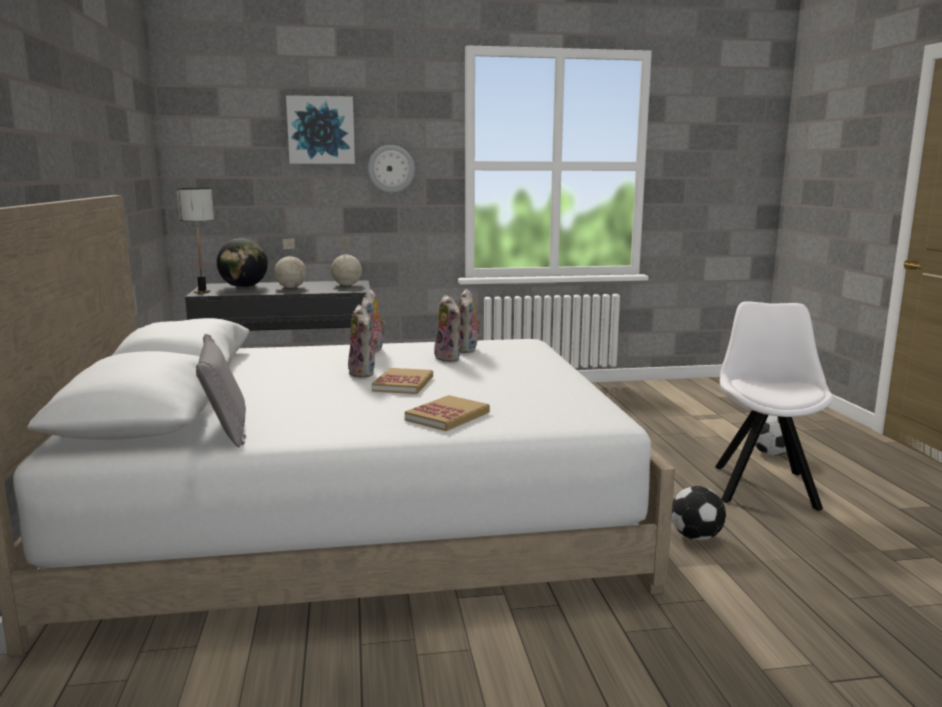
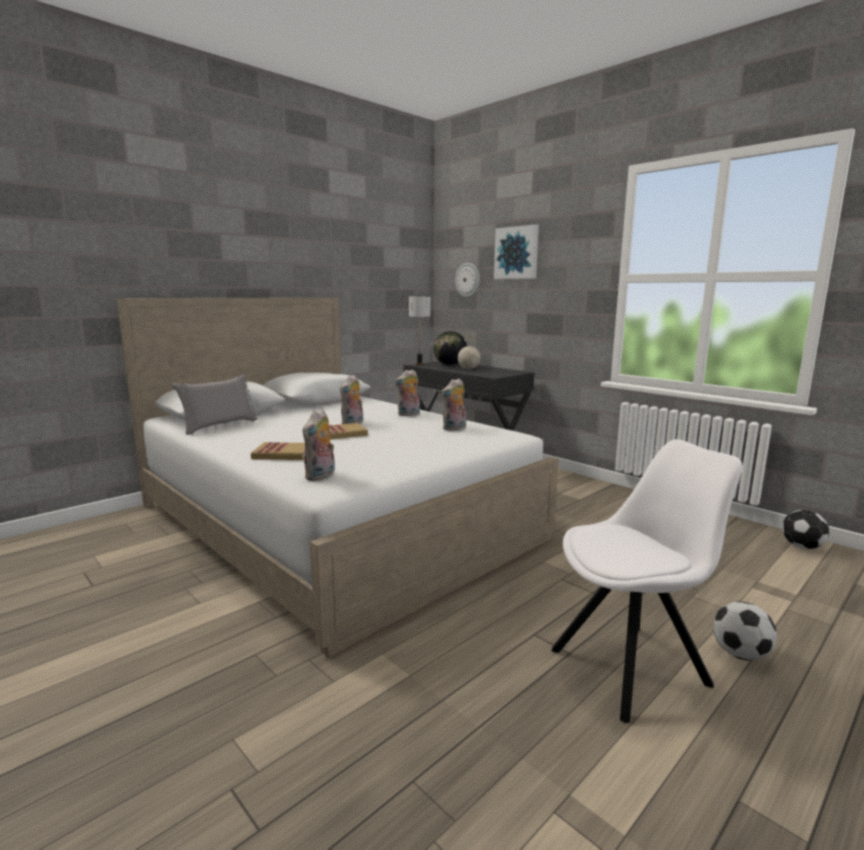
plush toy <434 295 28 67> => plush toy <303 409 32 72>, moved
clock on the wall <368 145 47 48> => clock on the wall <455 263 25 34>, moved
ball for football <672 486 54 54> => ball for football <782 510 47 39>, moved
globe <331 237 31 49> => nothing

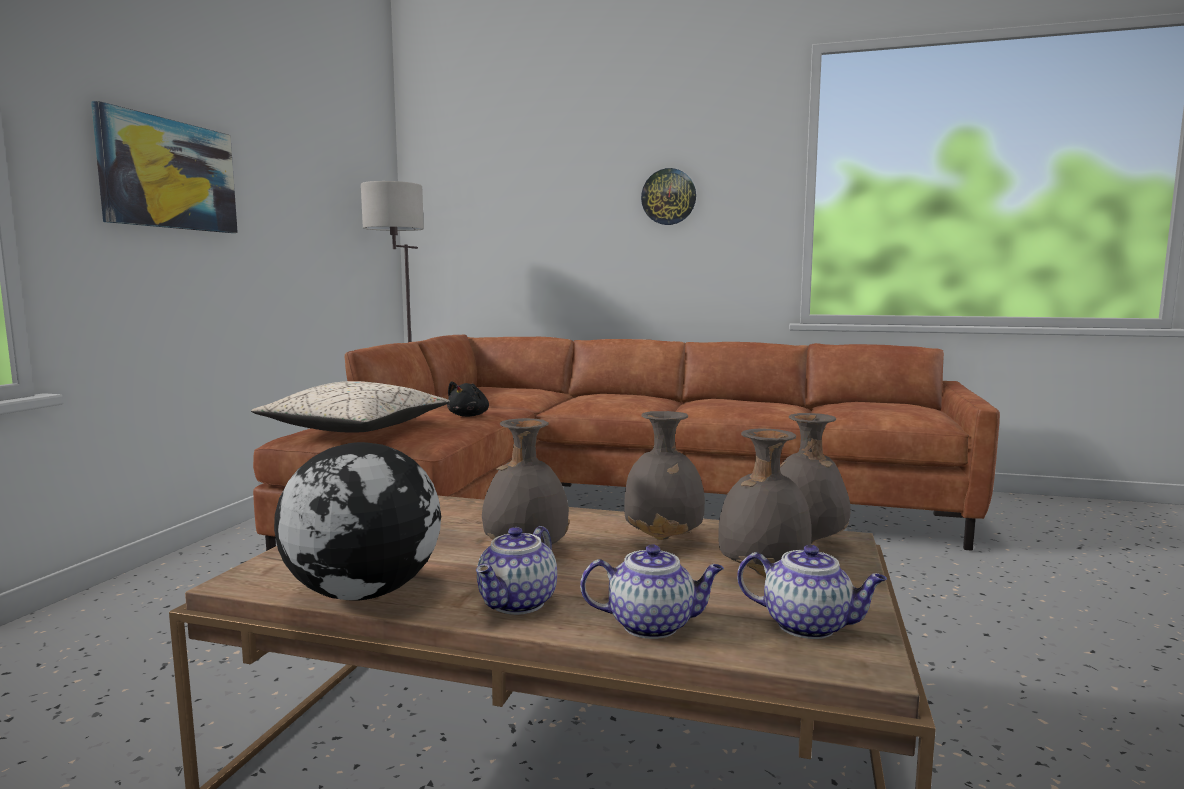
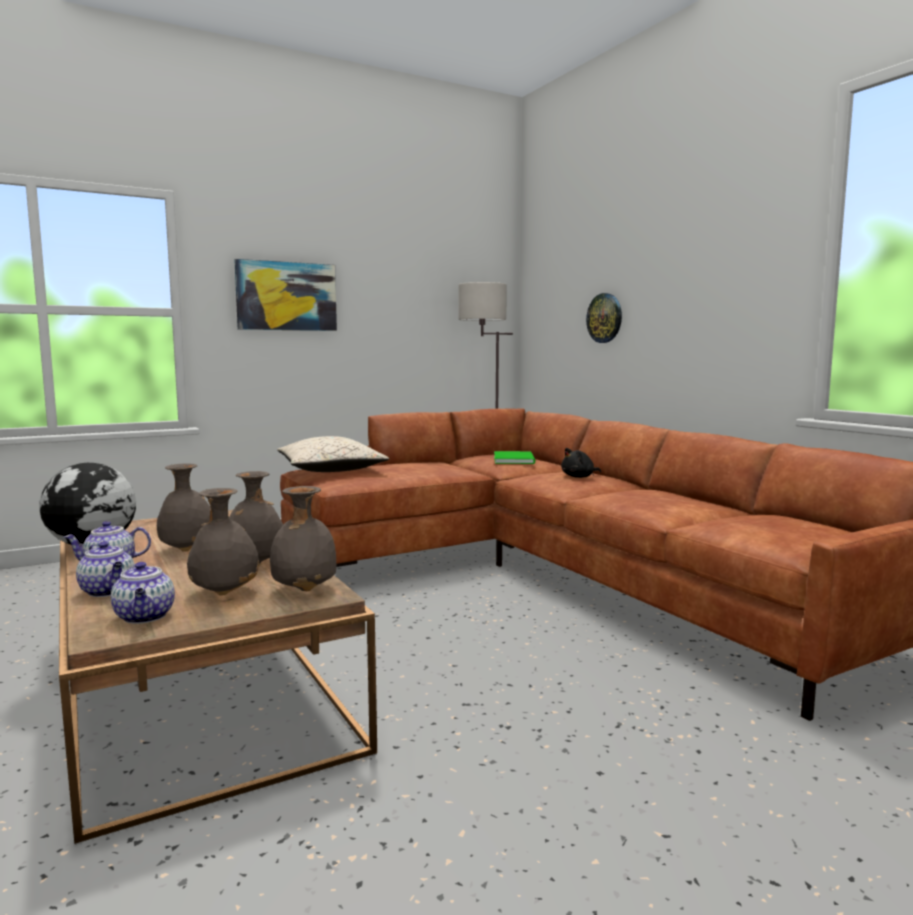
nothing => green-coloured book <494 451 41 13>
black plush toy <447 381 42 36> => black plush toy <561 448 40 30>, moved
clock on the wall <641 168 55 57> => clock on the wall <586 293 36 50>, moved

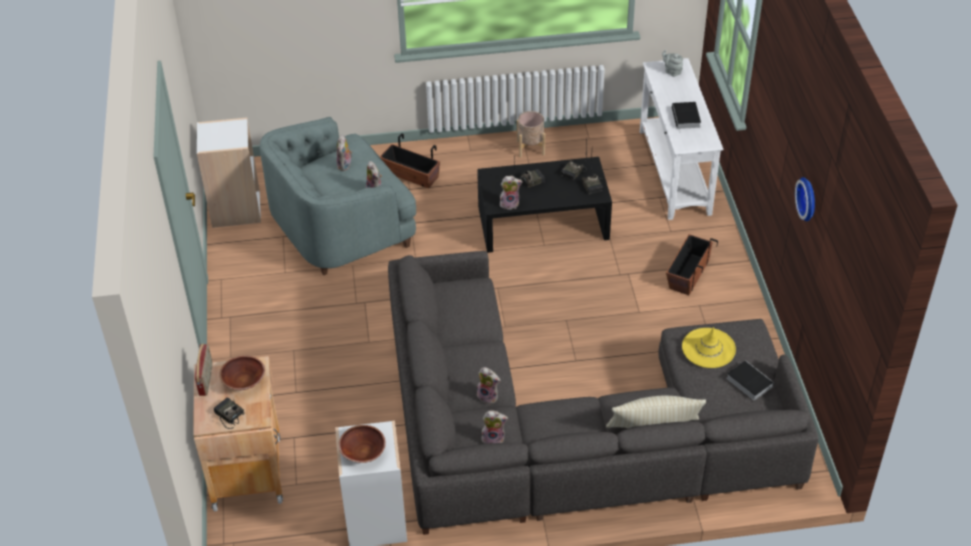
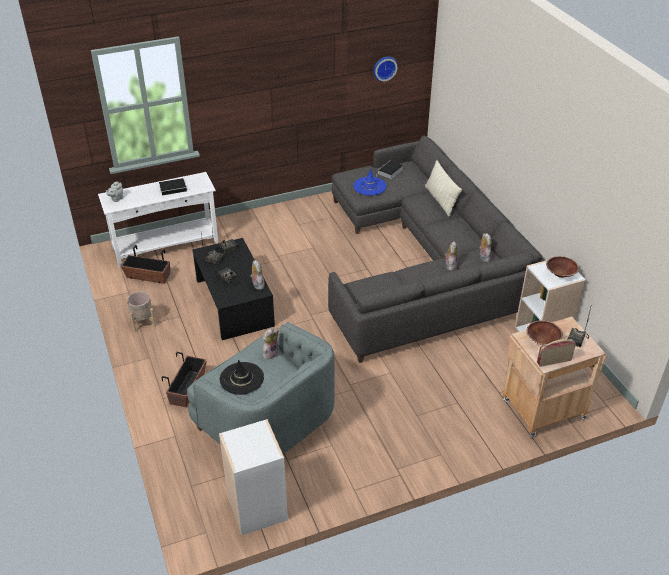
planter <666 234 52 61> => planter <121 245 49 39>, moved
plush toy <337 135 16 36> => black hat <220 360 44 35>
yellowish hat <682 327 54 41> => blue hat <353 169 34 27>
clock on the wall <795 177 20 44> => clock on the wall <373 57 25 25>, moved

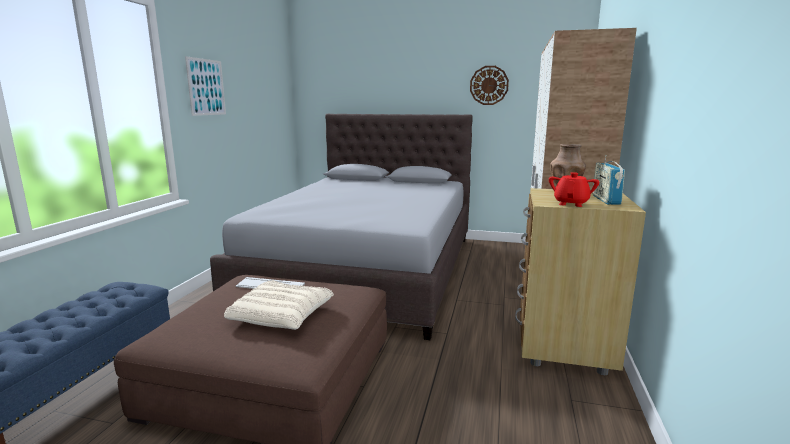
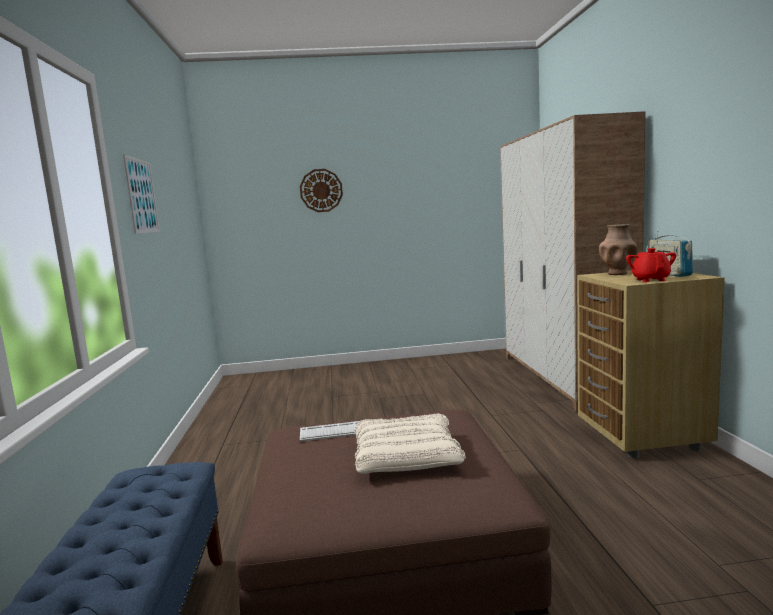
clock on the wall <470 66 39 39> => clock on the wall <300 169 43 43>, moved
greyish bedroom bed <210 114 263 226> => nothing

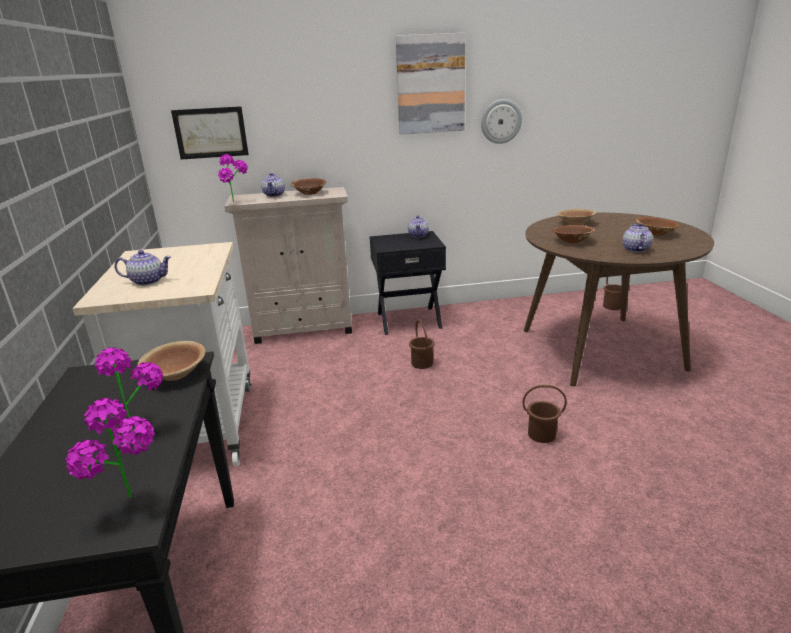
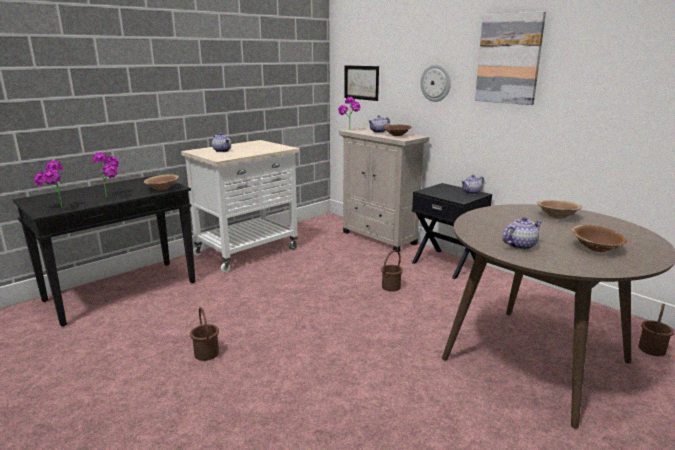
brownish bucket <523 385 44 58> => brownish bucket <190 307 29 54>, moved
clock on the wall <481 99 41 45> => clock on the wall <421 64 30 38>, moved
brownish serving bowl <552 225 43 18> => nothing

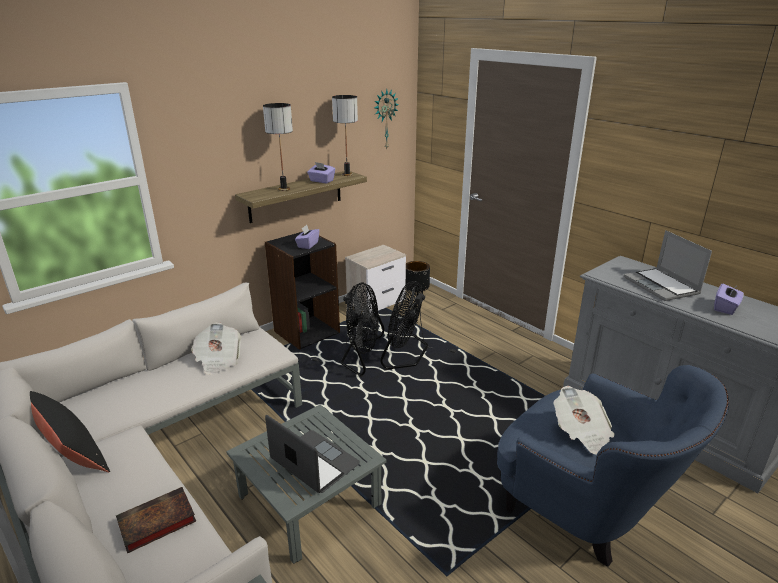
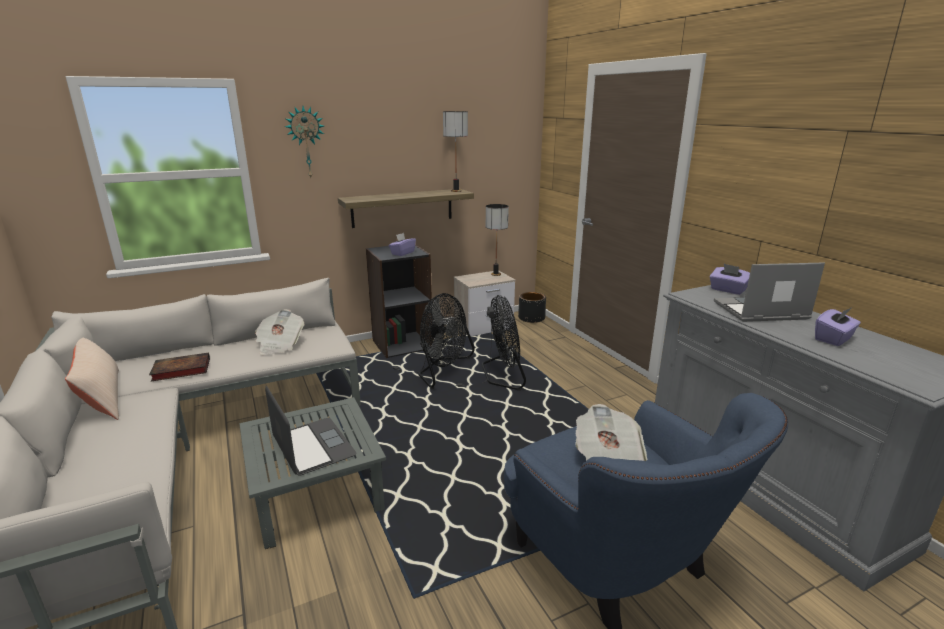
black pillow <30 391 80 82> => beige-coloured pillow <65 338 54 82>
book <116 487 80 67> => book <149 352 61 30>, moved
clock on the wall <374 89 25 60> => clock on the wall <285 106 39 72>, moved
black cooling fan <380 281 76 89> => black cooling fan <456 295 70 96>, 135 degrees clockwise
lamp for a table <263 103 30 88> => lamp for a table <486 204 23 72>, moved
purple-coloured tissue holder <307 162 28 21> => purple-coloured tissue holder <709 264 41 31>, moved
notebook computer <624 230 88 71> => notebook computer <714 262 111 60>, 90 degrees clockwise

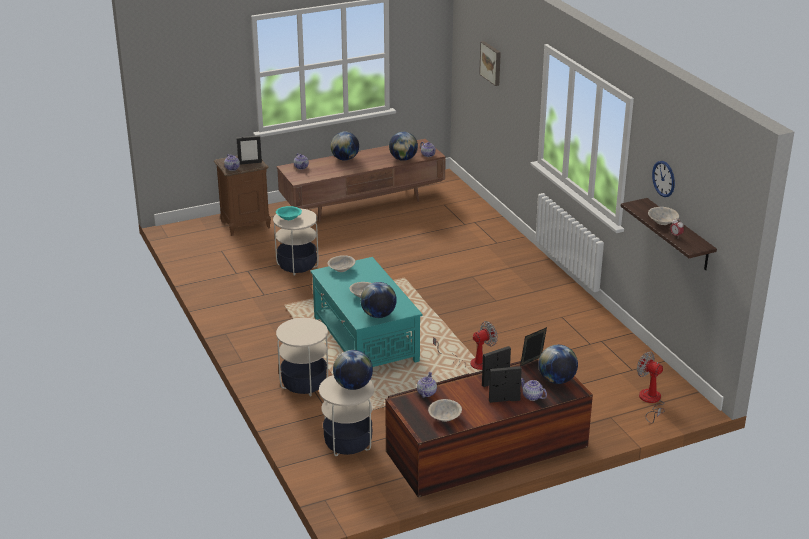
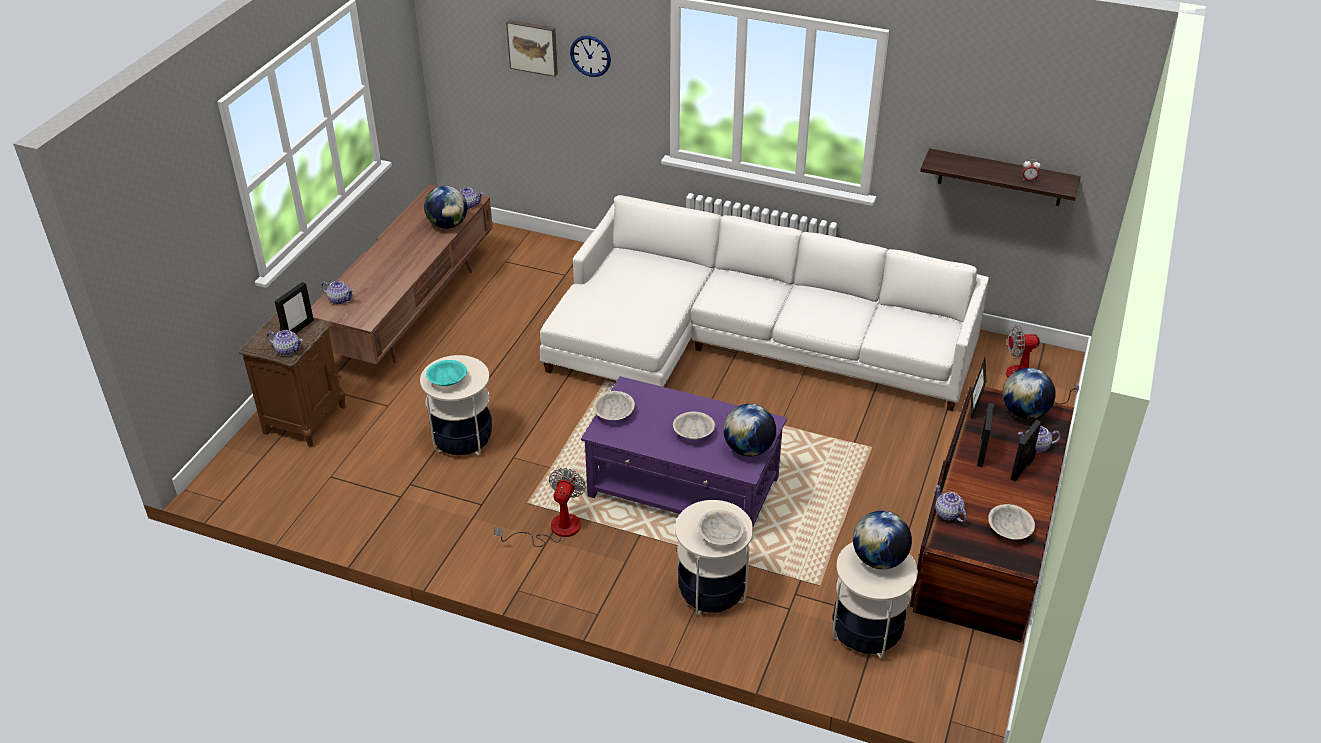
cooling fan <433 321 65 49> => cooling fan <494 468 92 79>, moved
nothing => white-coloured settee <540 195 449 216>
clock on the wall <652 161 23 36> => clock on the wall <570 36 41 41>, moved
turquoise coffee table <310 257 112 110> => purple-coloured coffee table <581 376 206 150>
beige-coloured serving bowl <648 207 31 18> => beige-coloured serving bowl <697 510 47 35>, moved
globe <330 132 29 29> => nothing

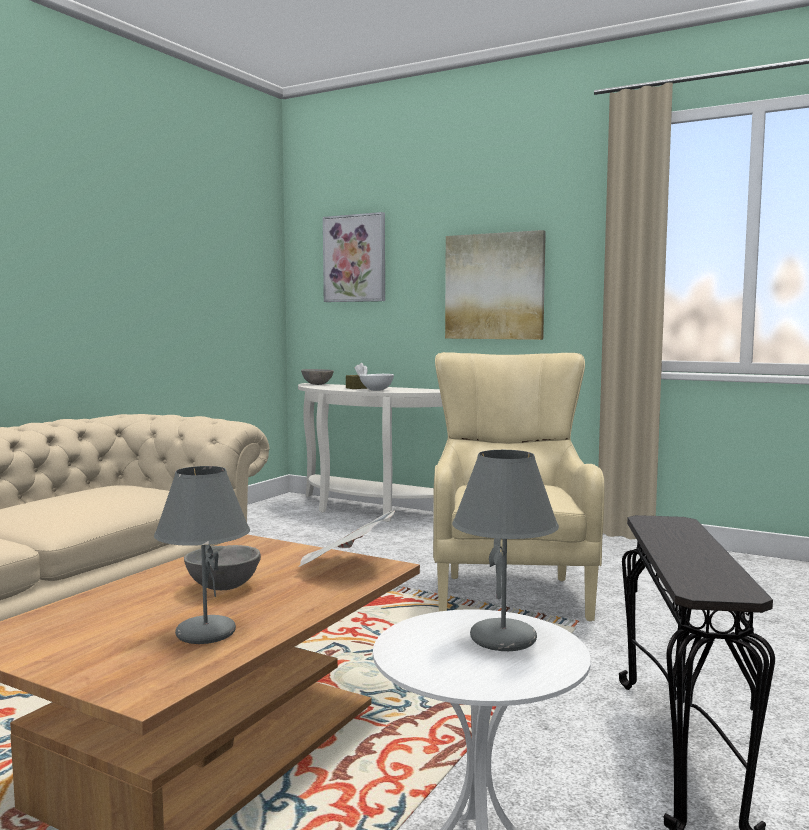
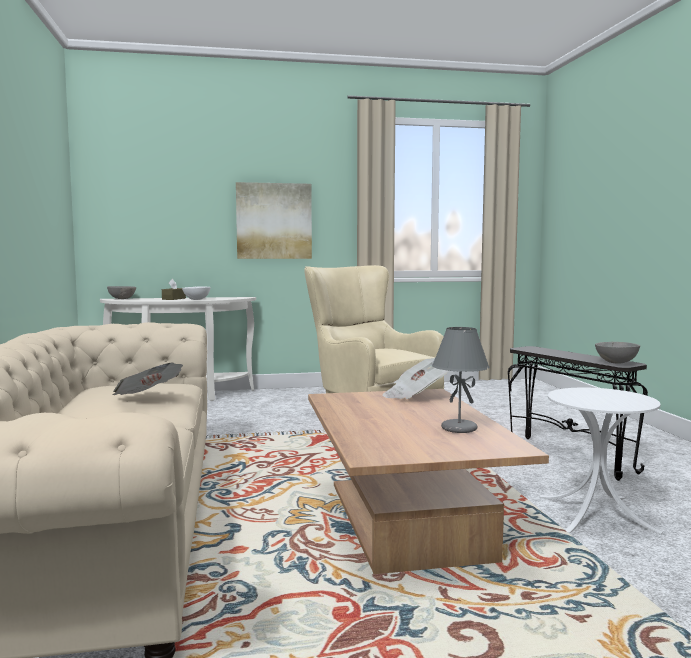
nothing => newspaper <112 363 71 32>
greyish serving bowl <184 545 77 45> => greyish serving bowl <595 342 45 22>, moved
wall art <323 212 62 90> => nothing
greyish lamp for a table <452 450 107 201> => nothing

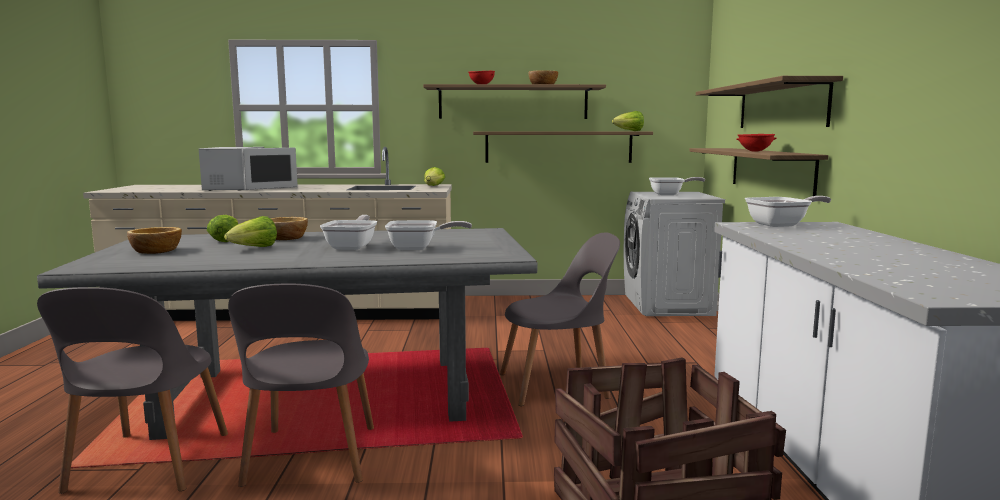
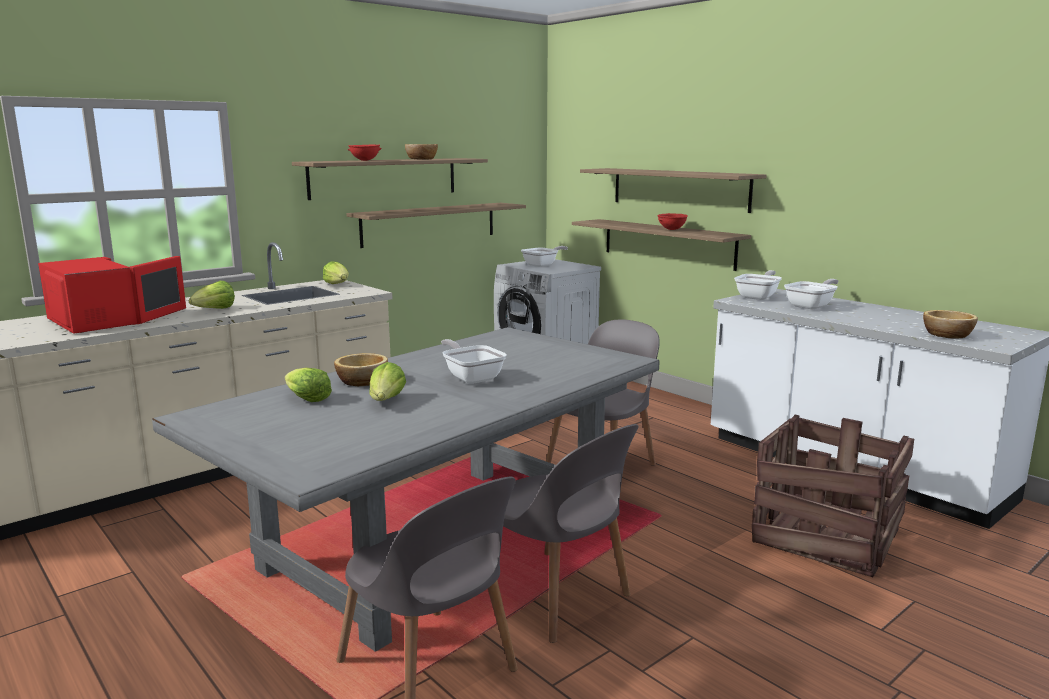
white-coloured microwave <199 147 99 44> => red microwave <38 256 148 78>
head of lettuce <612 111 32 20> => head of lettuce <189 281 46 28>, moved
frying pan <385 220 87 30> => frying pan <784 279 54 30>, moved
serving bowl <127 227 55 27> => serving bowl <923 310 55 29>, moved

